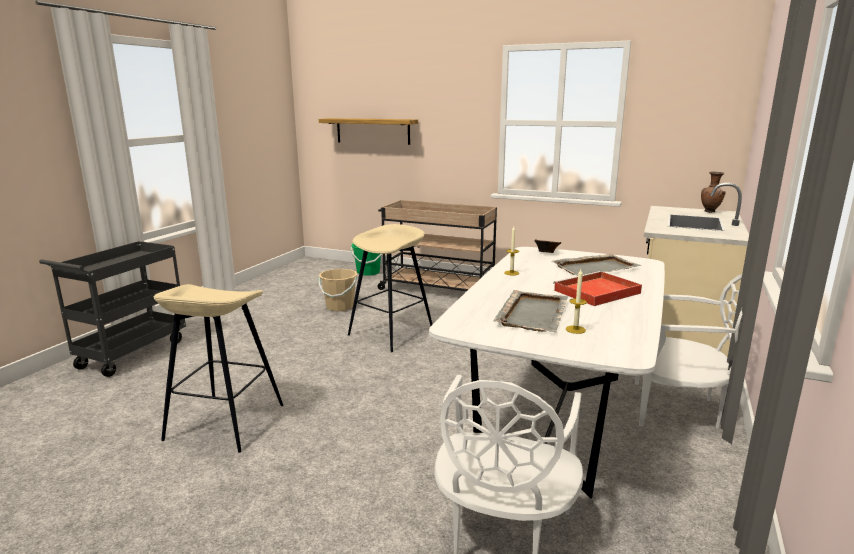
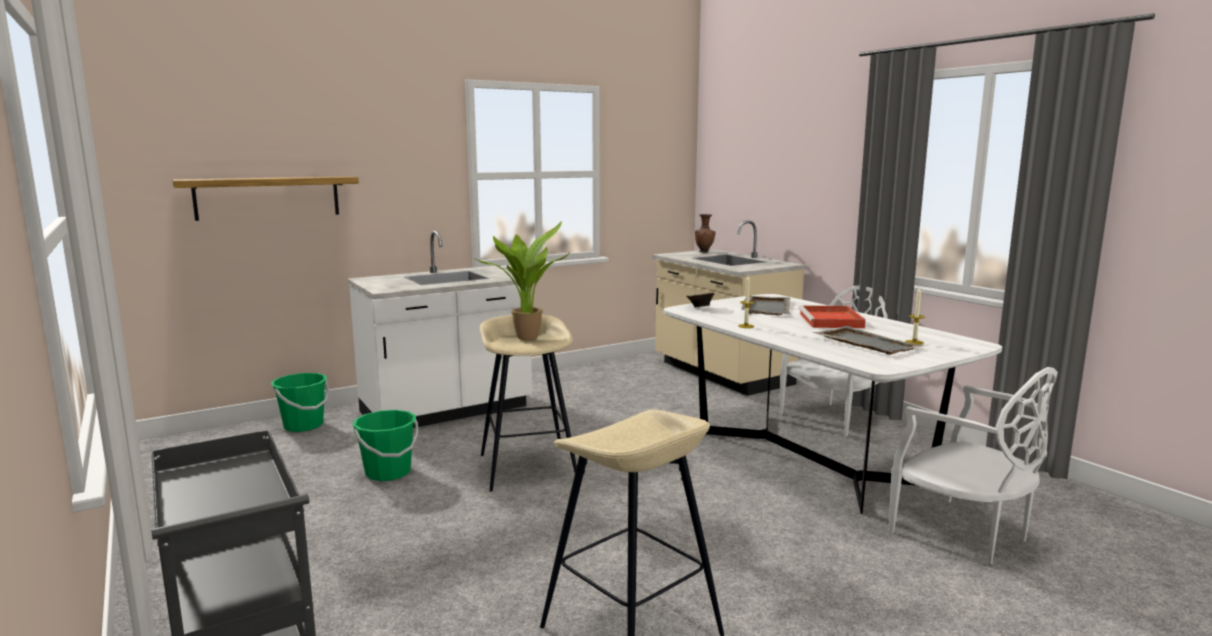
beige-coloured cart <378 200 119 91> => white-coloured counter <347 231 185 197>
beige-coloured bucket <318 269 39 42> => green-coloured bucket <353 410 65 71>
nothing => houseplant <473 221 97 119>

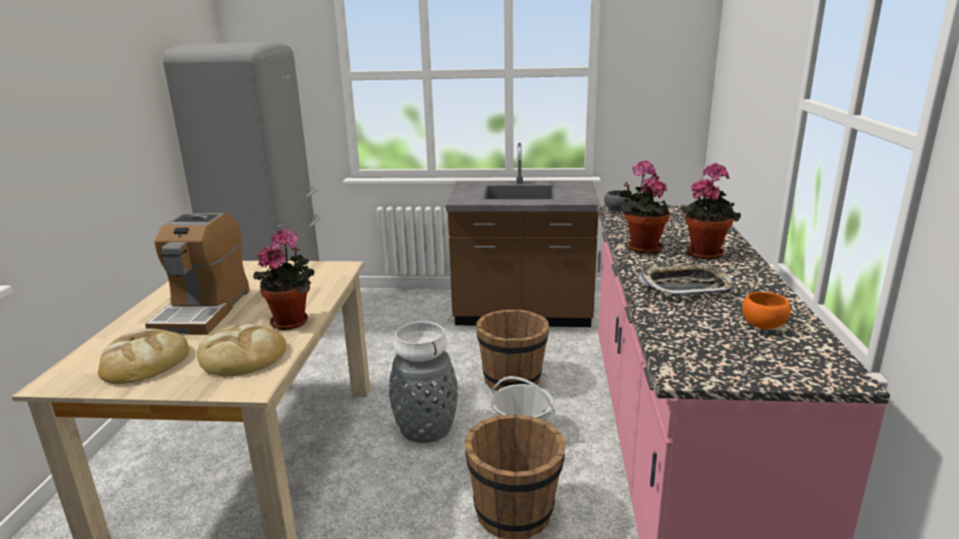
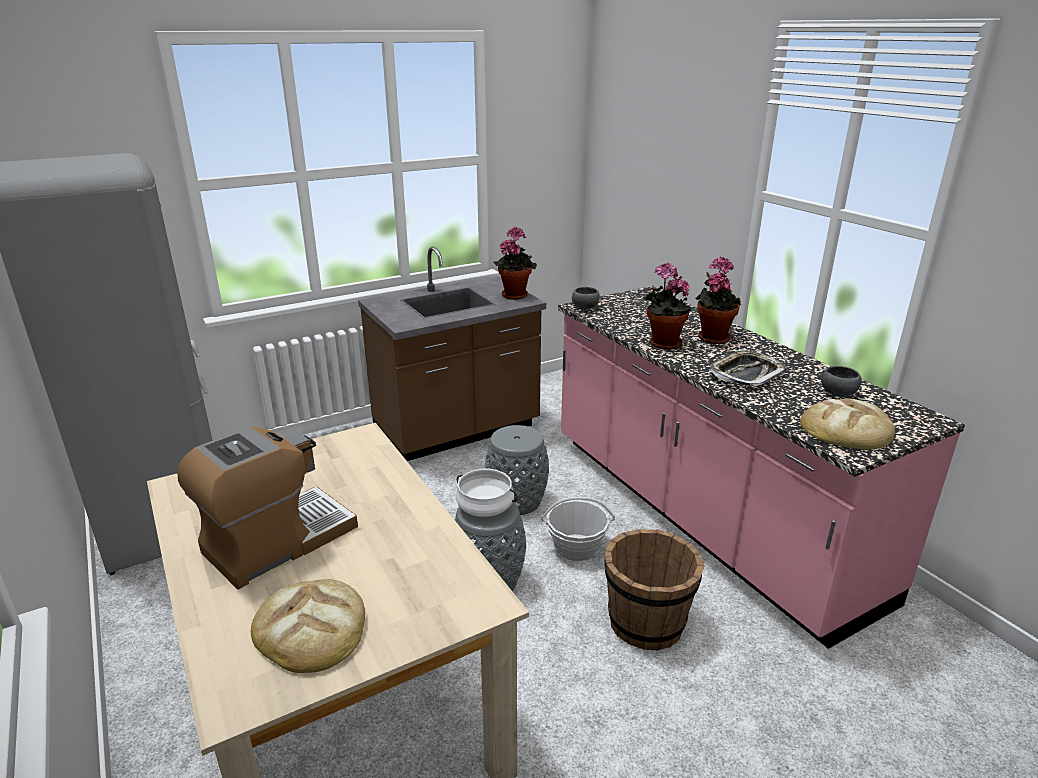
coffee machine <145 213 105 122> => coffee machine <177 427 181 162>, 105 degrees counterclockwise
brownish bucket <476 309 73 82> => greyish sitting stool <485 425 64 90>
houseplant <253 229 61 101> => houseplant <494 226 43 73>, moved
baked bread <197 324 89 53> => baked bread <800 398 95 52>, moved
orange serving bowl <742 292 49 37> => greyish serving bowl <821 366 41 31>

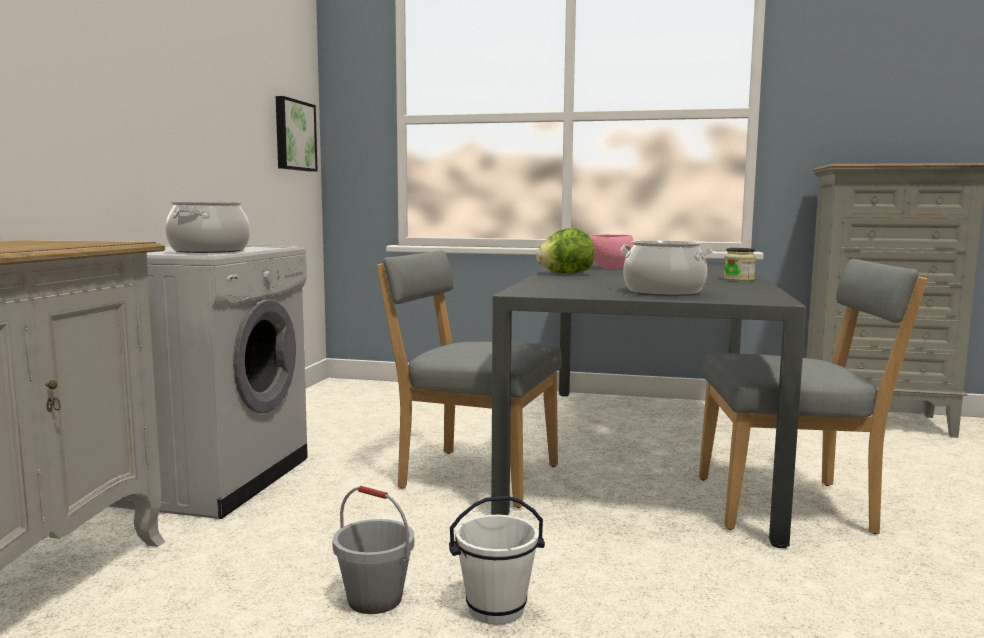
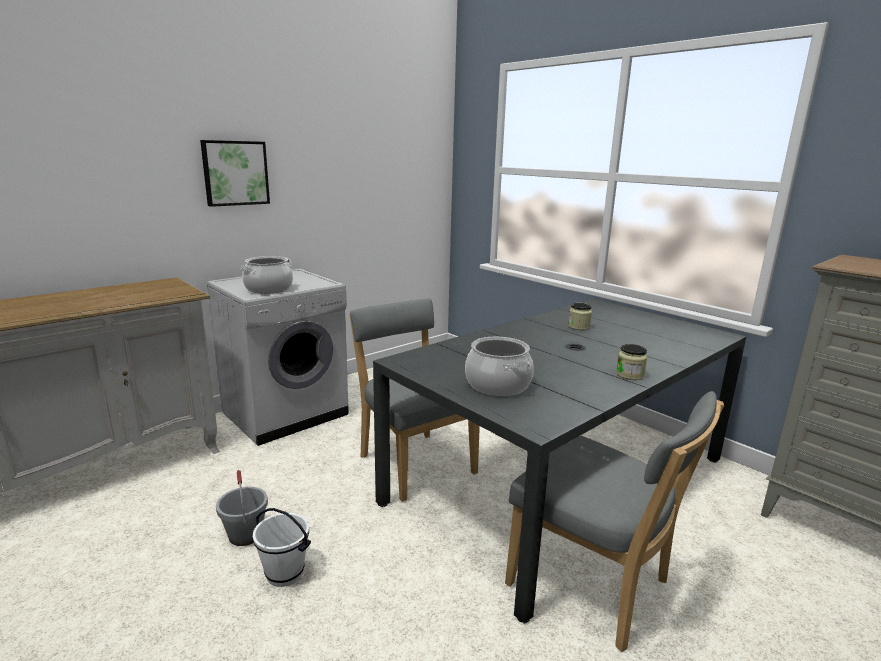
wall art <276 96 42 76> => wall art <200 140 70 67>, moved
pinkish serving bowl <590 234 44 35> => storage jar <568 303 24 27>
head of lettuce <536 228 58 46> => nothing

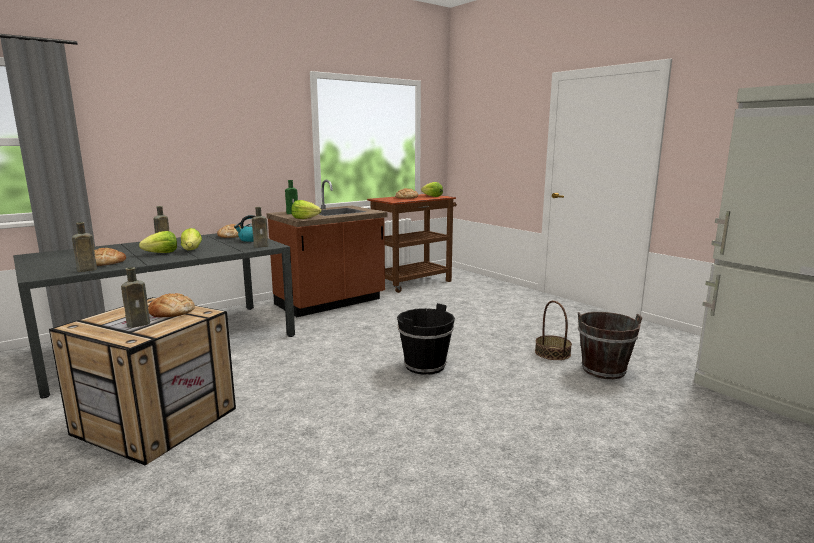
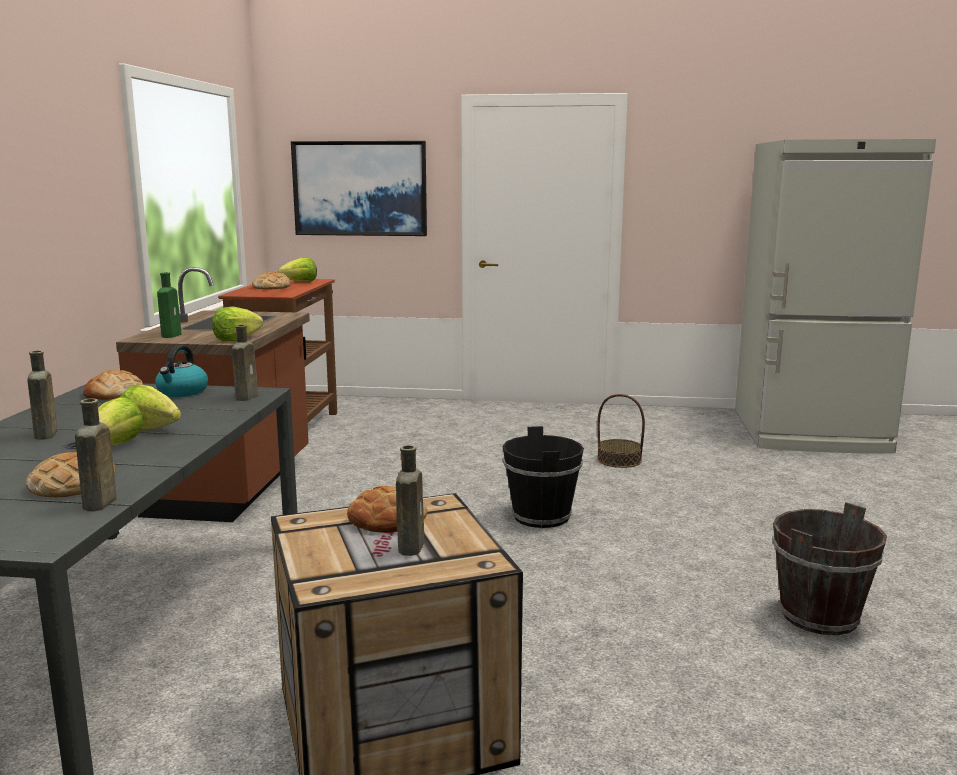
nothing => wall art <291 141 136 95>
brownish bucket <578 312 64 67> => brownish bucket <772 502 115 133>, moved

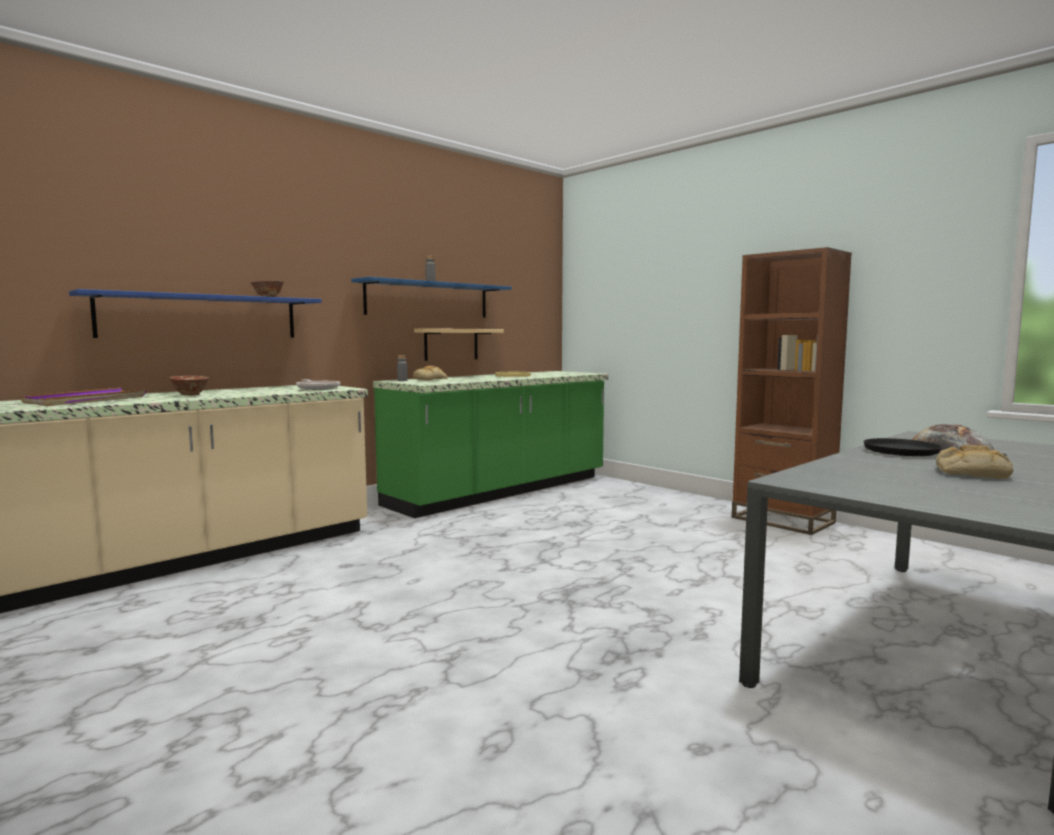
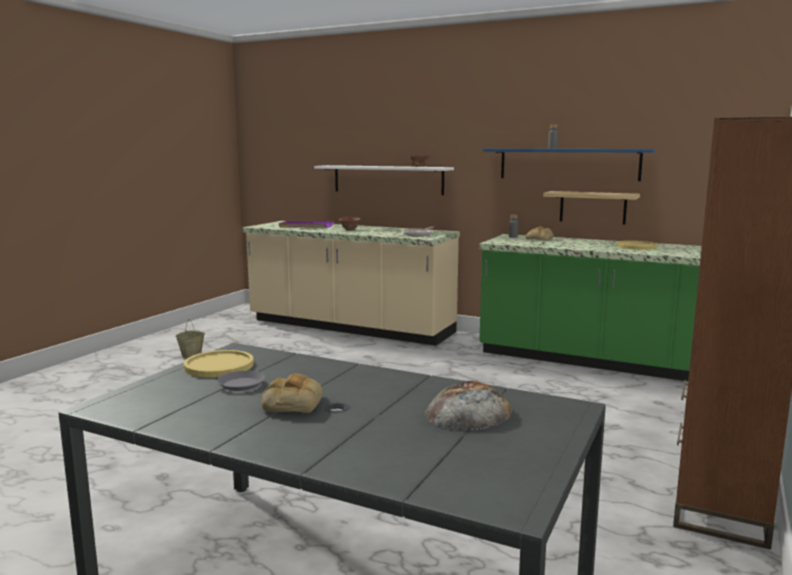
nothing => beige-coloured bucket <176 319 29 39>
nothing => yellowish flat dish <184 350 70 28>
nothing => greyish flat dish <217 371 48 20>
blue wall shelf <69 289 253 49> => white-coloured wall shelf <314 165 140 30>
black frying pan <863 438 143 18> => nothing

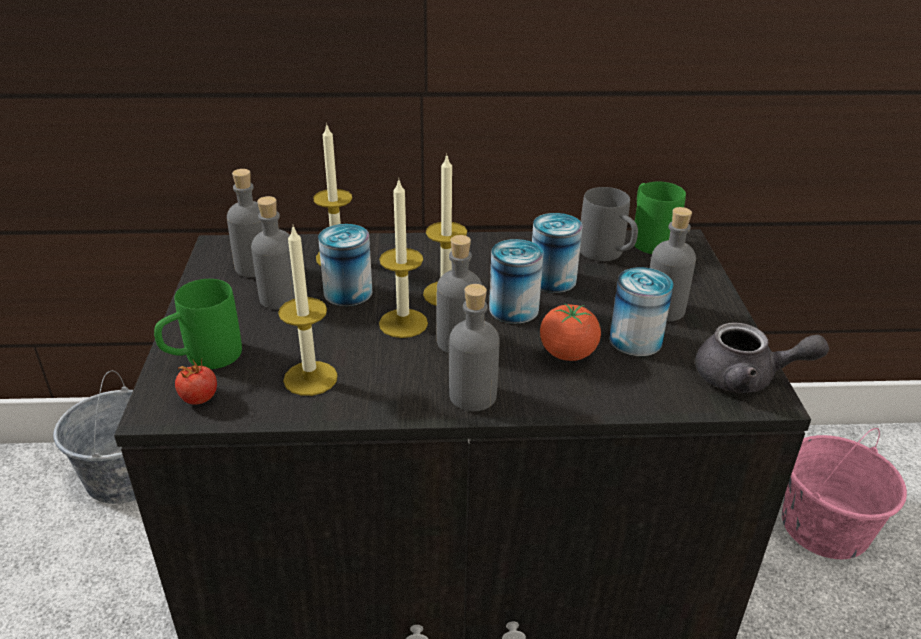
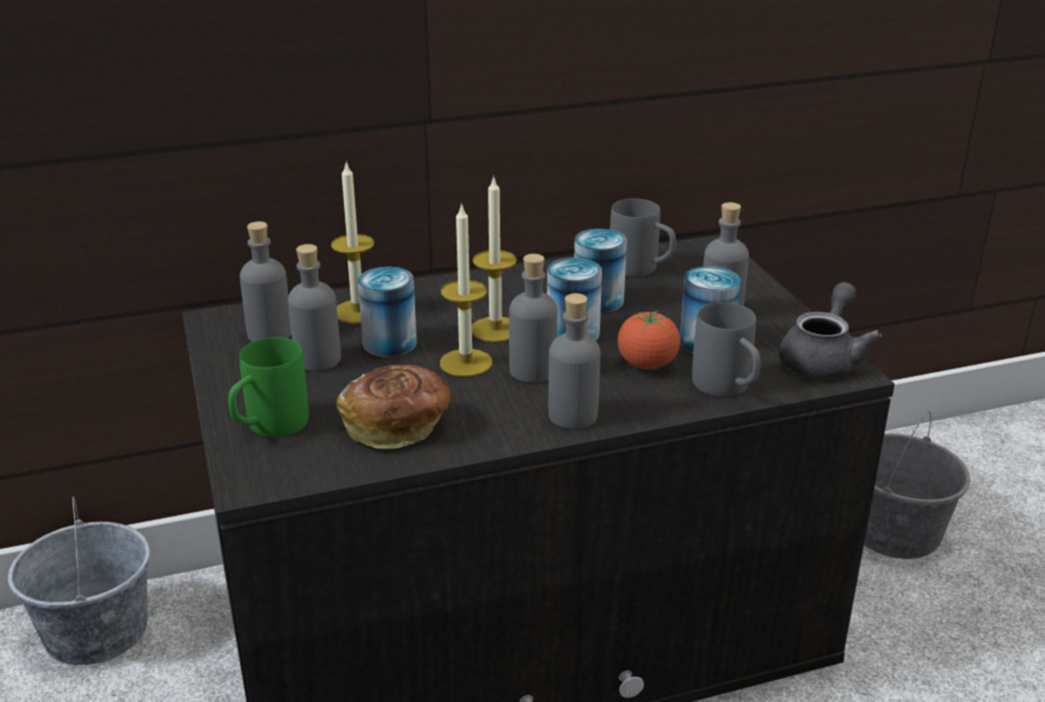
wax candle <278 227 60 169> => baked bread <337 365 114 84>
nothing => greyish coffee mug <692 302 68 95>
greyish teapot <695 322 134 71> => greyish teapot <779 282 103 97>, 60 degrees counterclockwise
pinkish bucket <782 428 125 131> => greyish bucket <864 411 106 148>
whole tomato <175 359 42 45> => nothing
green-coloured coffee mug <634 181 52 73> => nothing

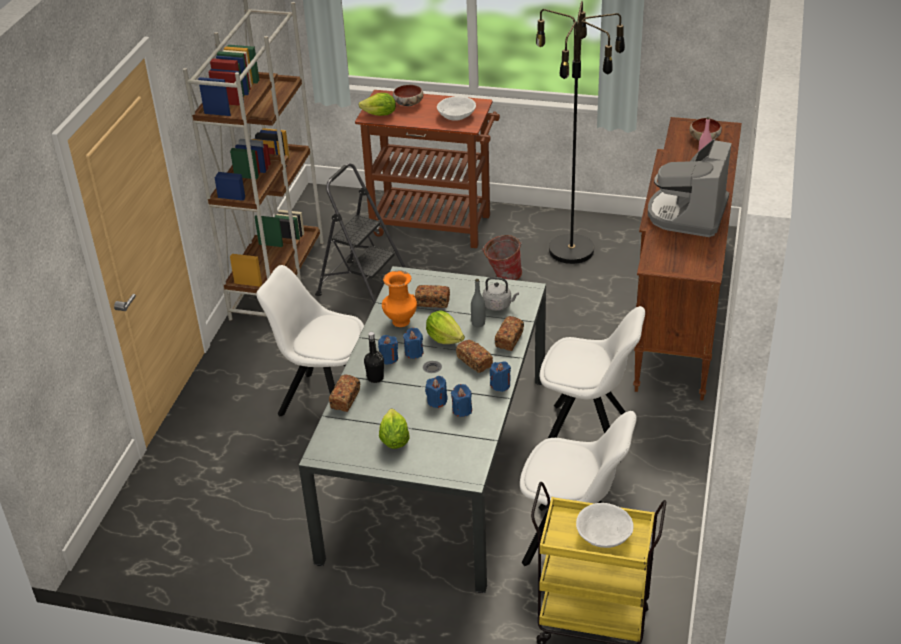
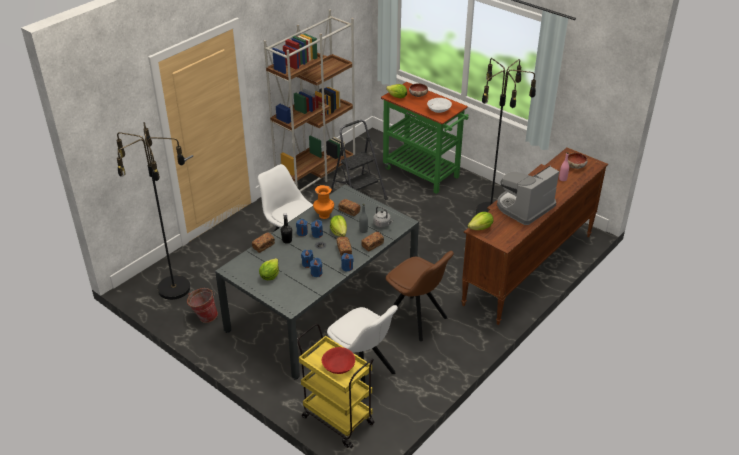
nothing => standard lamp <116 122 74 178>
bucket <482 235 40 45> => bucket <187 288 31 35>, moved
white-coloured serving bowl <576 503 58 45> => red serving bowl <322 347 33 27>
brownish cart <355 90 145 158> => green-coloured cart <381 82 88 112>
white-coloured chair <540 306 105 132> => brownish chair <386 251 68 90>
nothing => head of lettuce <468 212 25 18>

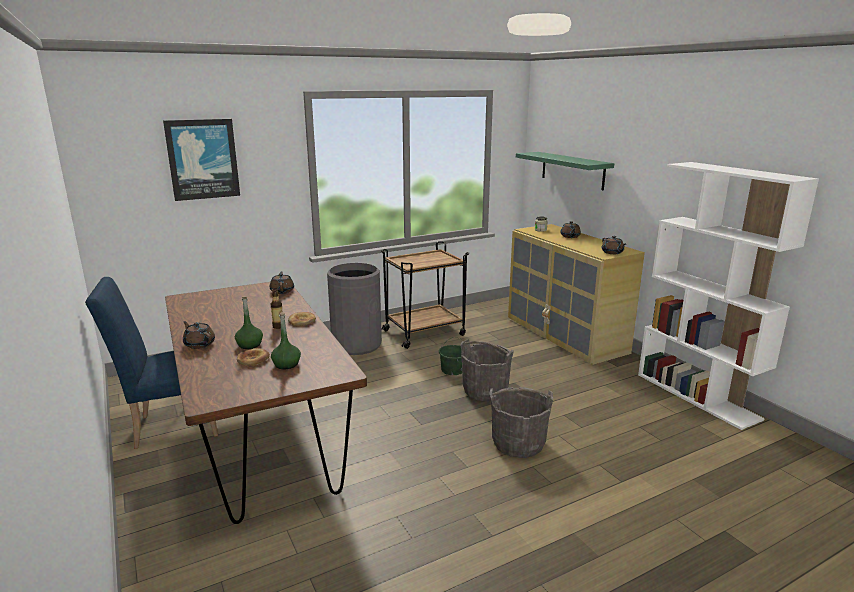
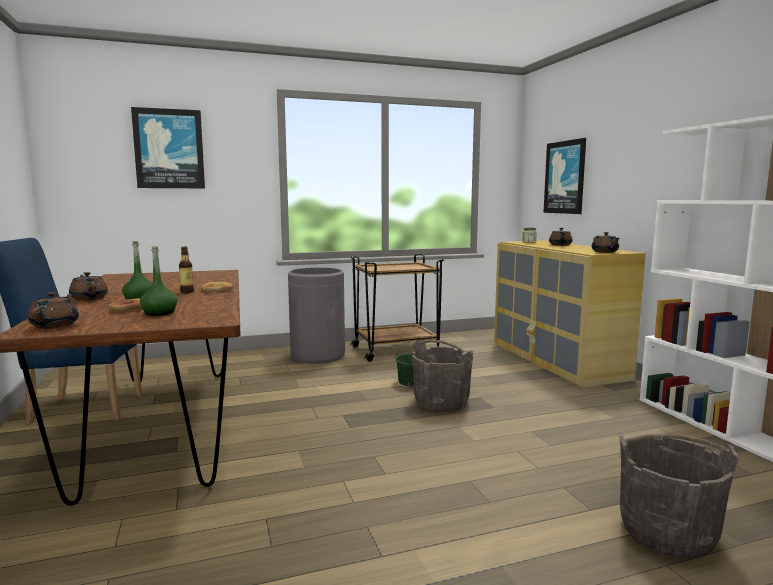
brownish teapot <270 271 24 23> => brownish teapot <28 292 51 37>, moved
green-coloured wall shelf <516 152 98 38> => wall art <543 138 43 76>
greyish bucket <490 387 63 71> => greyish bucket <618 432 121 127>, moved

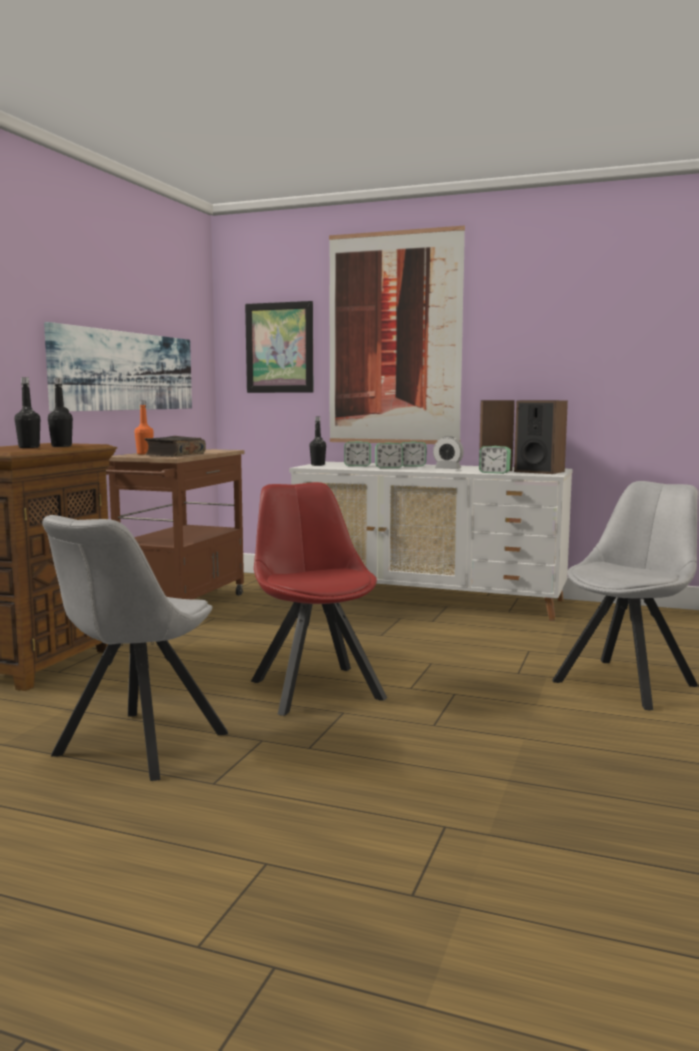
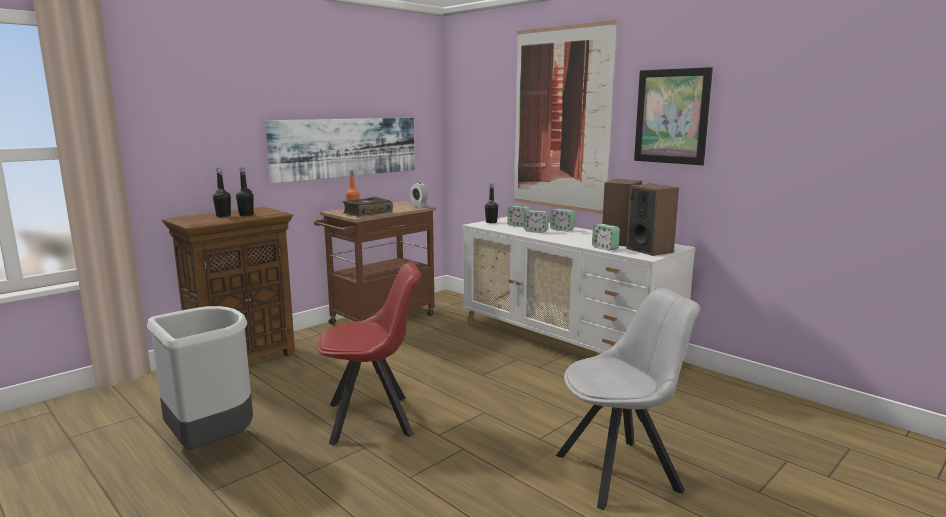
greyish chair <42 515 186 266> => greyish rubbish bin <147 306 106 144>
red chair <251 482 136 234> => red chair <317 263 104 183>, 75 degrees clockwise
alarm clock <433 436 31 33> => alarm clock <410 182 18 26>, moved
wall art <245 301 68 92> => wall art <634 67 79 98>, moved

